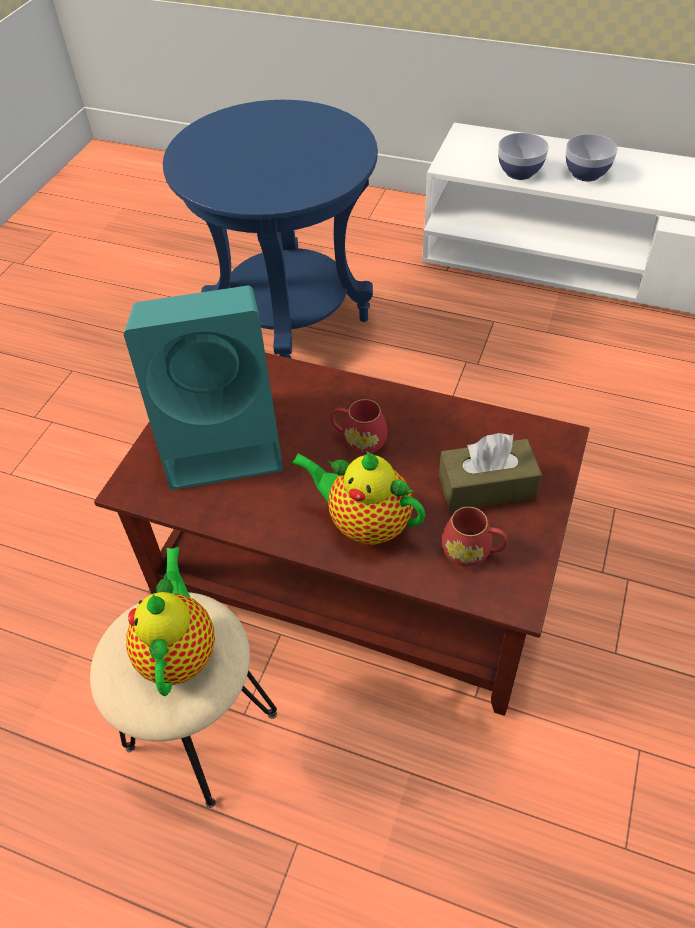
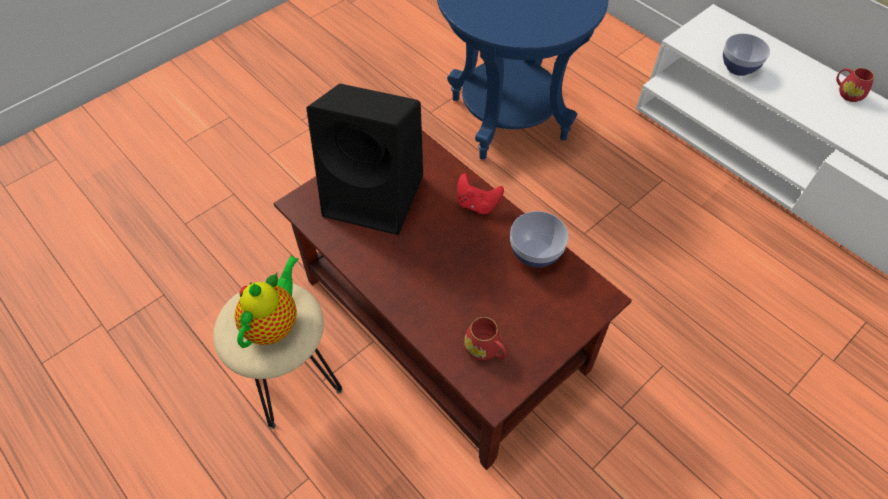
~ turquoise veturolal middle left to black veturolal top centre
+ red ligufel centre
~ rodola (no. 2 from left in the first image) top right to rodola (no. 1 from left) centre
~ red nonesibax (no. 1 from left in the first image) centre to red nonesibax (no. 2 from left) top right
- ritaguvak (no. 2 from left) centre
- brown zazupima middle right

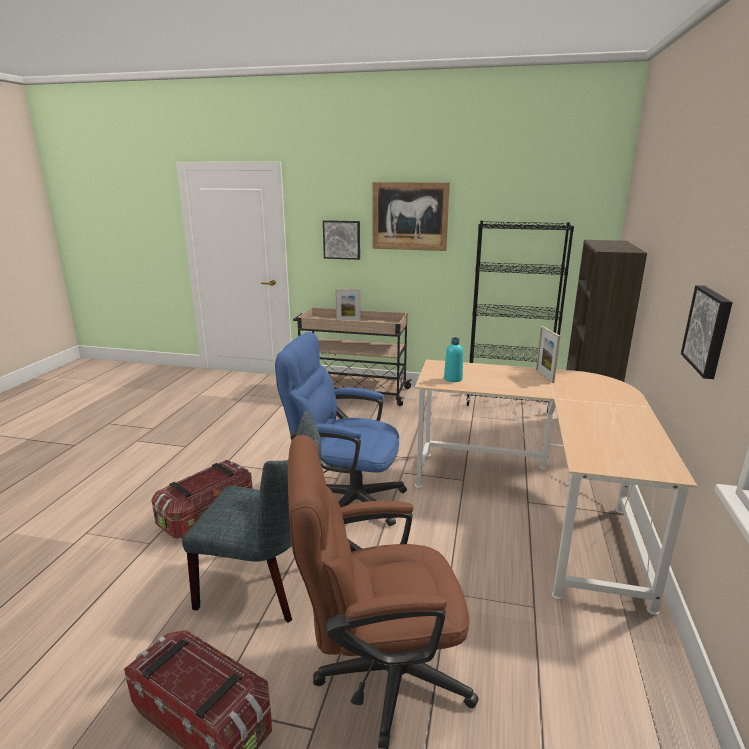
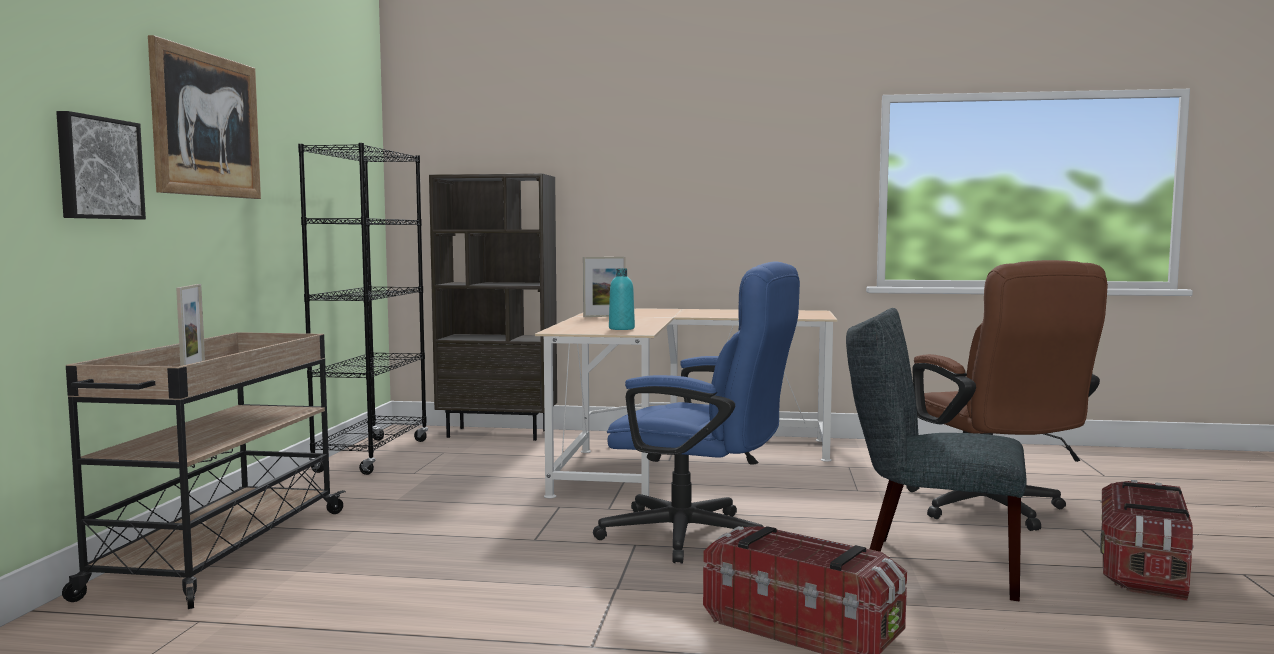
~ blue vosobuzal centre = centre 75 degrees counterclockwise
~ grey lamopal bottom centre = bottom right 75 degrees counterclockwise
- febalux (no. 3 from left) middle right

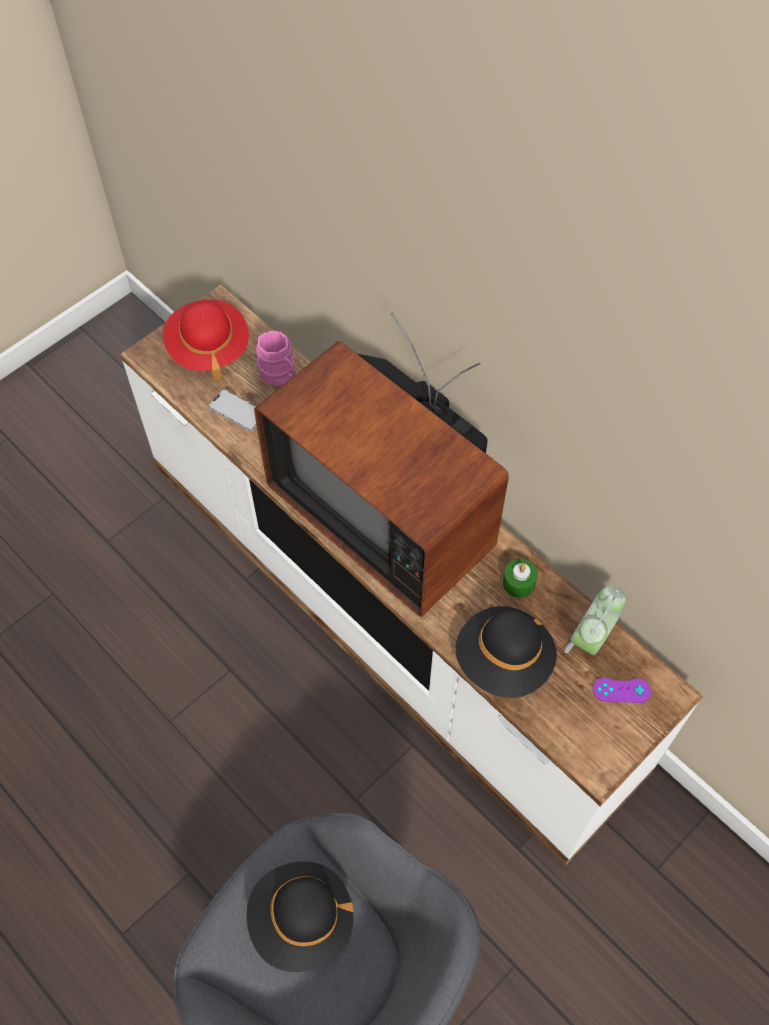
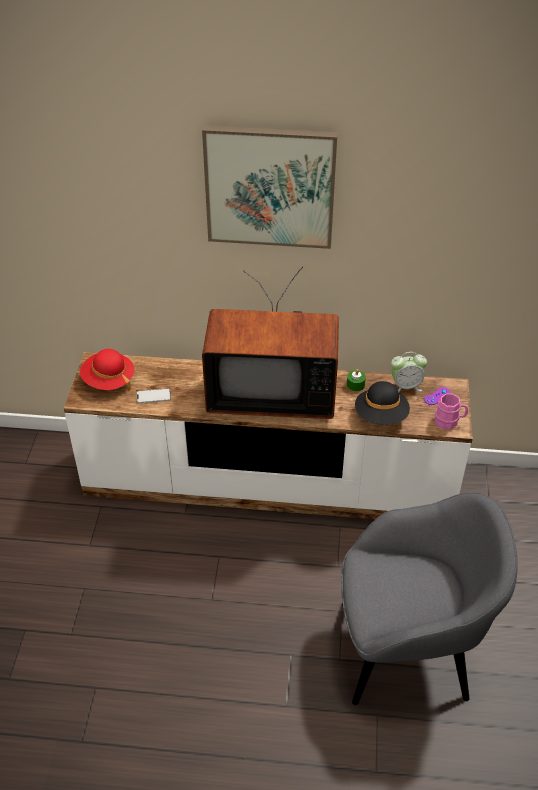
+ febalux top centre
~ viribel middle right = middle right 90 degrees counterclockwise
~ pink nonesibax centre to middle right
- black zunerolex (no. 1 from left) bottom centre

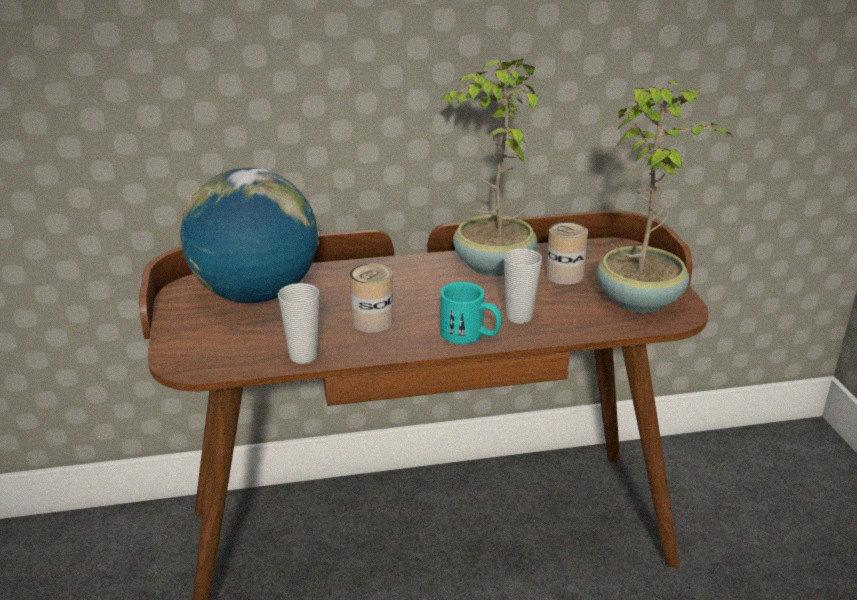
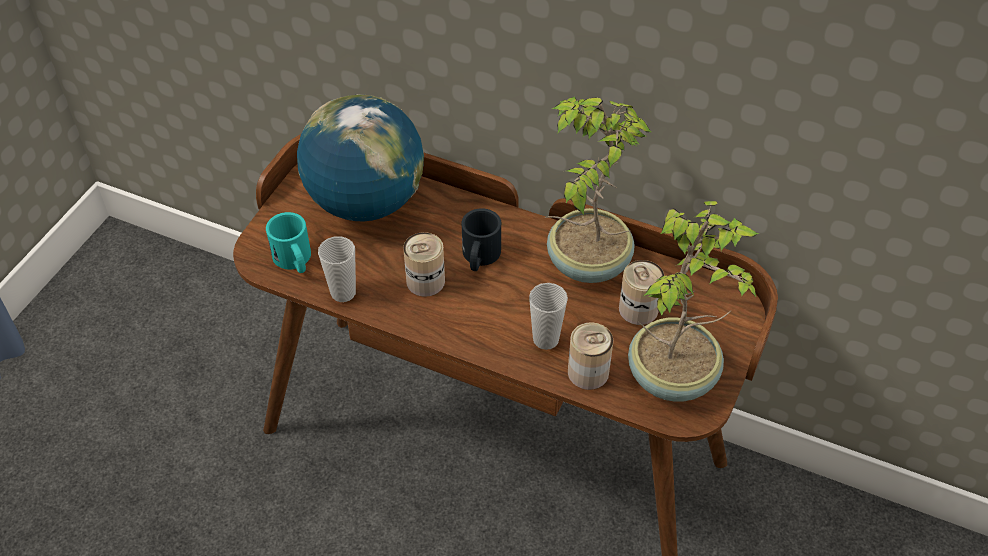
~ turquoise nonesibax centre to middle left
+ black nonesibax centre
+ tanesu (no. 2 from left) centre

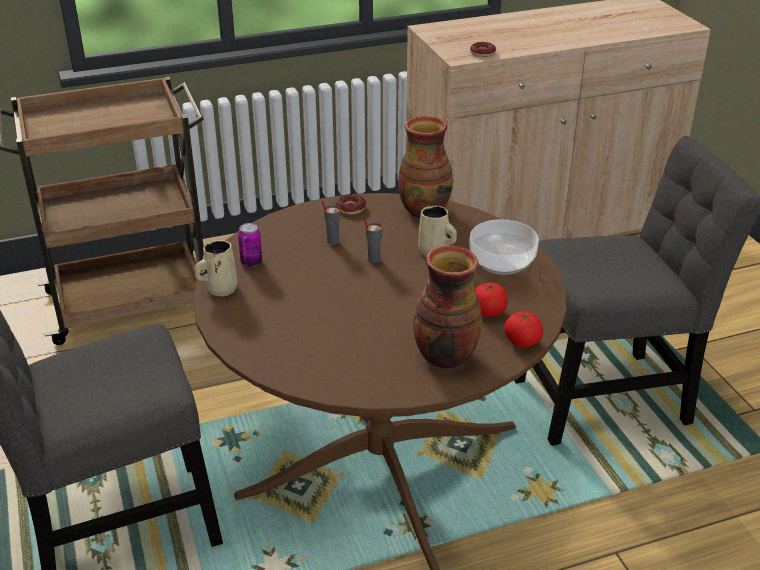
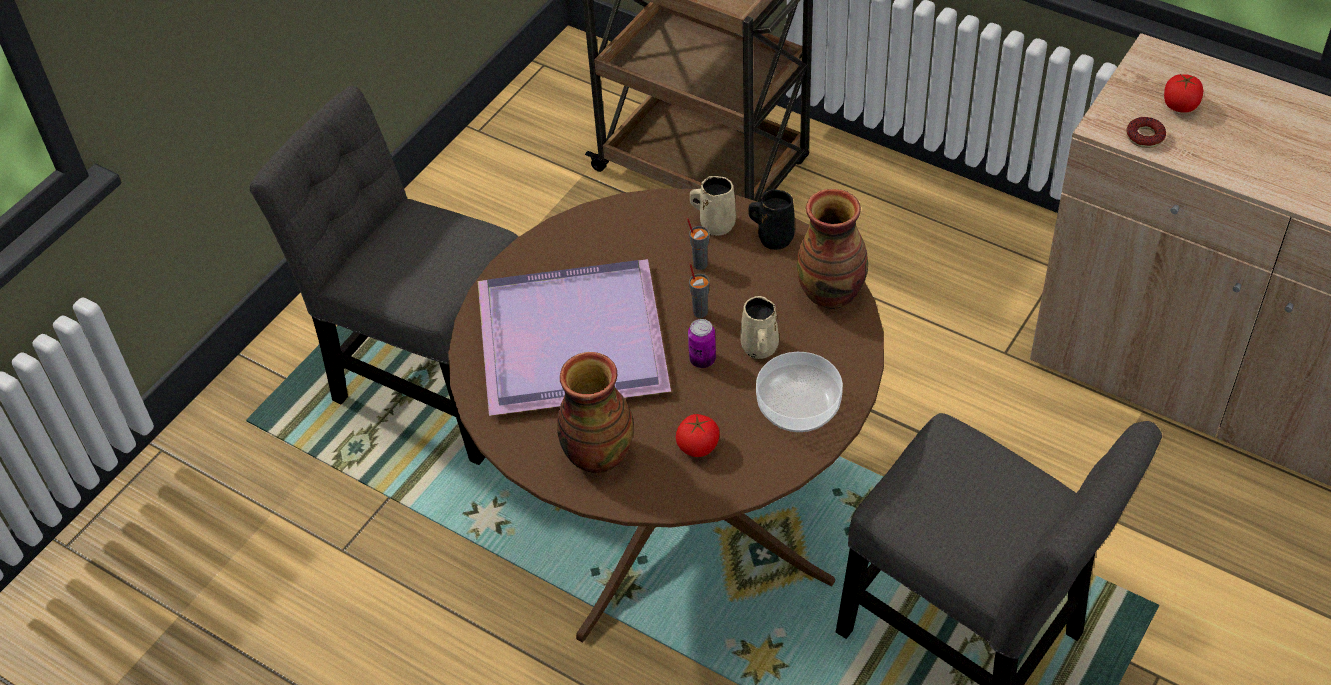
+ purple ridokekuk centre
~ tanesu middle left to centre
~ beige nonesibax (no. 1 from left) middle left to top centre
~ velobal (no. 1 from left) centre to black nonesibax top centre
~ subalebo (no. 2 from left) middle right to top right

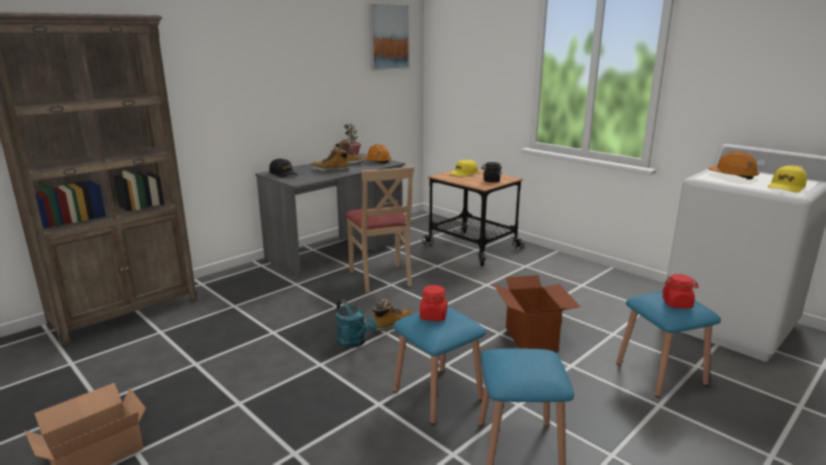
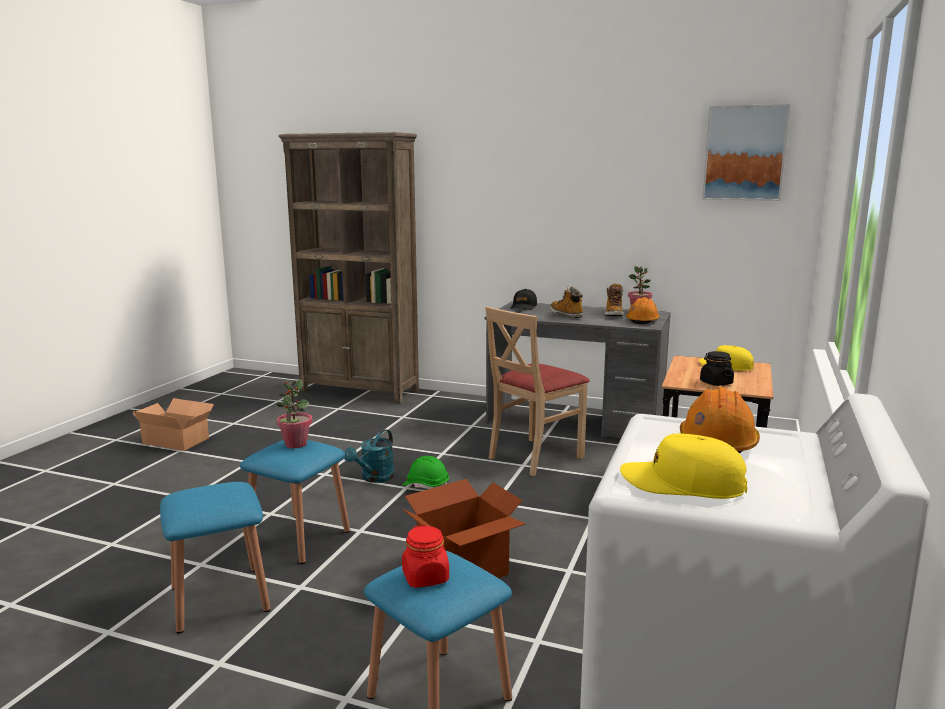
~ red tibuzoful (no. 1 from left) centre to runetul (no. 1 from left) middle left
~ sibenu (no. 3 from left) bottom centre to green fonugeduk centre

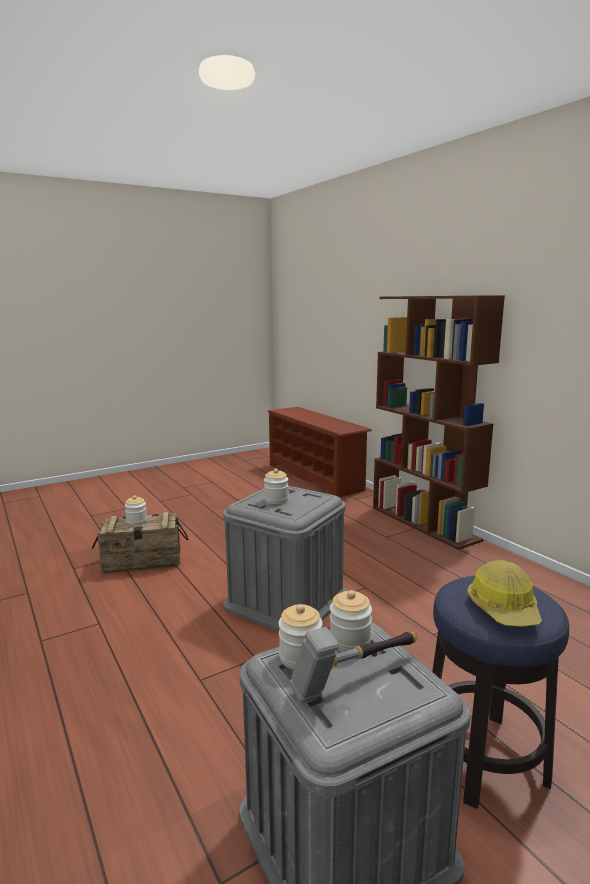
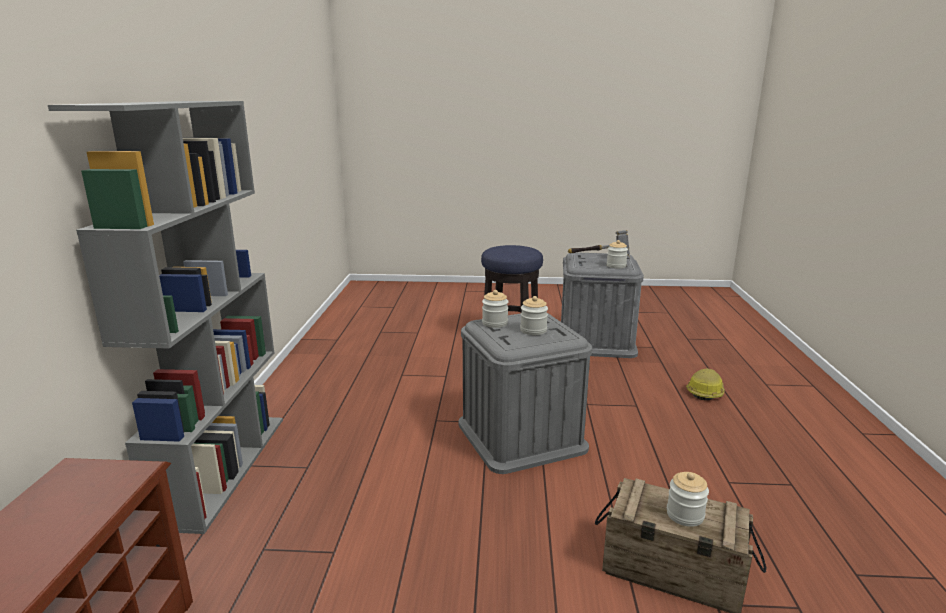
~ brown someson middle right to grey someson middle left
~ tibuzoful (no. 4 from left in the first image) bottom centre to tibuzoful (no. 1 from left) centre
~ fonugeduk bottom right to middle right

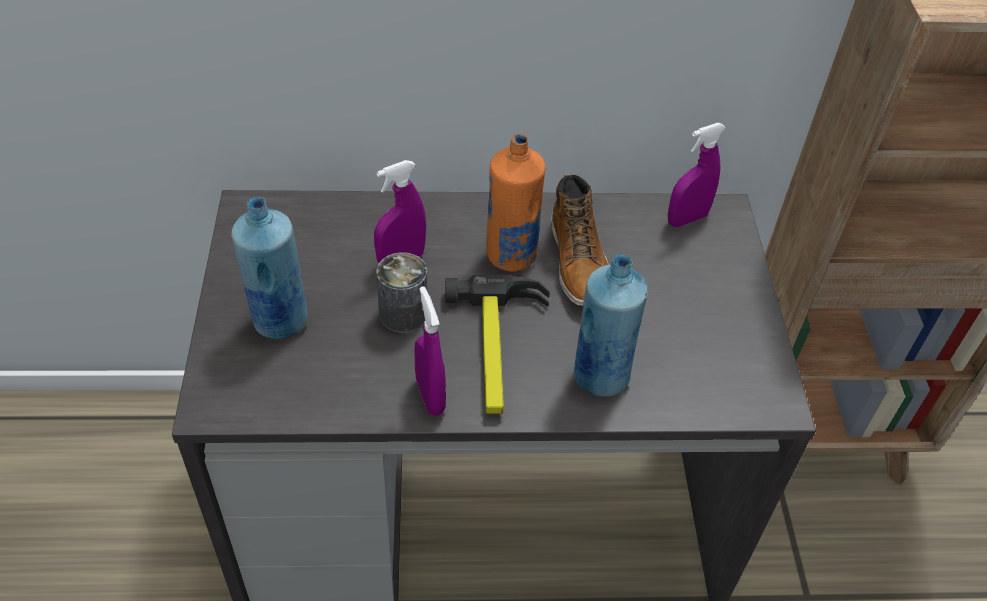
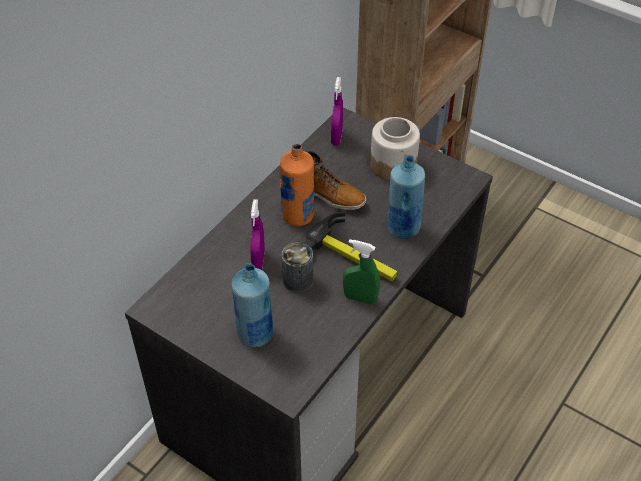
~ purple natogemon (no. 2 from left) centre to green natogemon centre
+ tibuzoful top centre

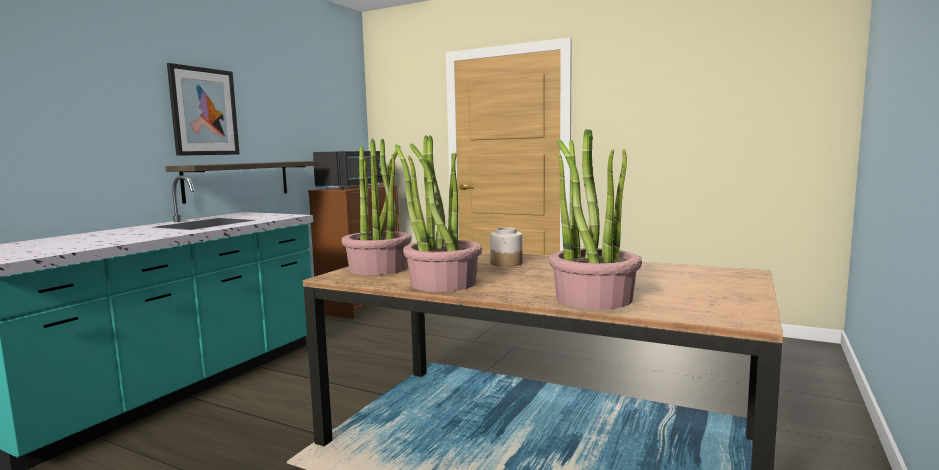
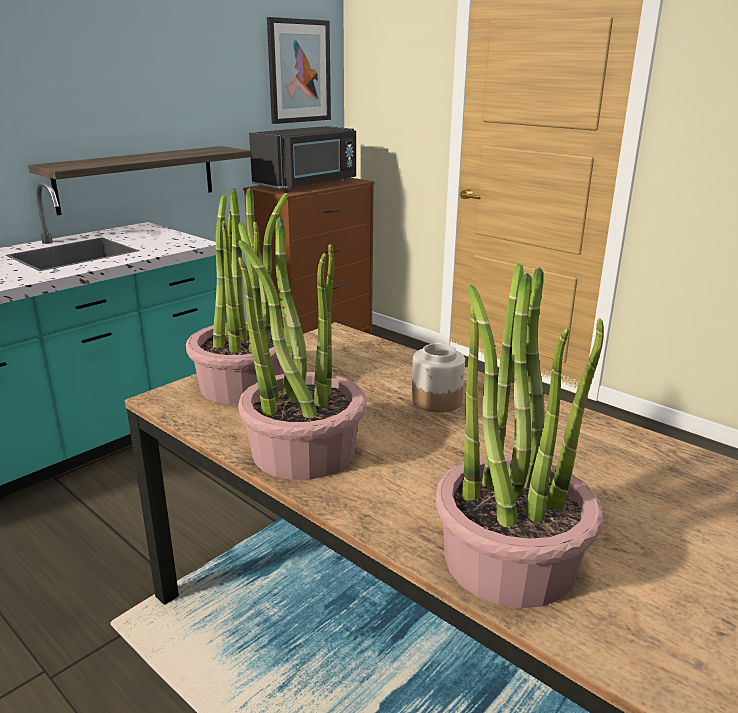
~ febalux top left to top centre

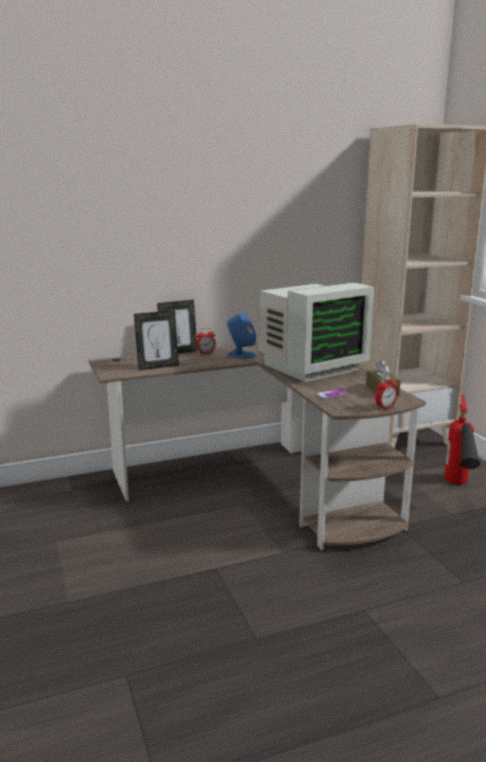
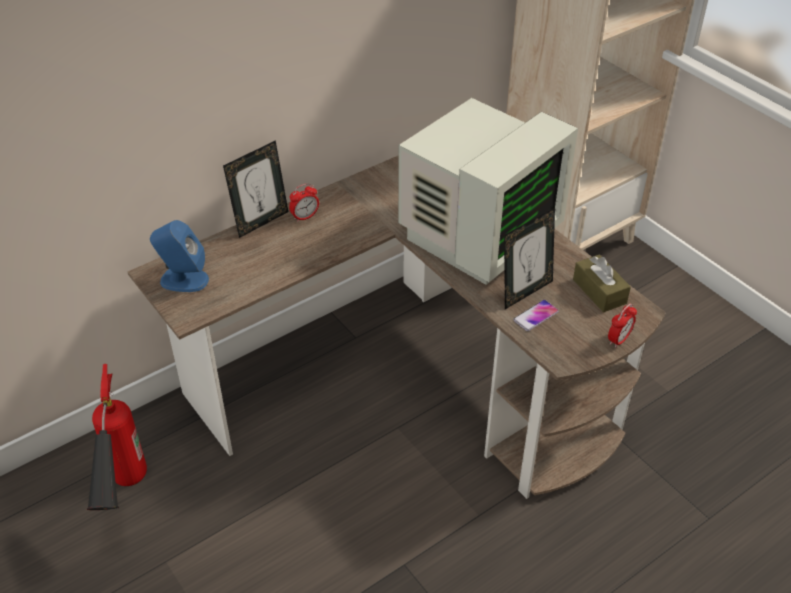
~ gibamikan middle right to bottom left
~ blue veturolal centre to middle left
~ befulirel (no. 1 from left in the first image) middle left to befulirel (no. 2 from left) middle right

